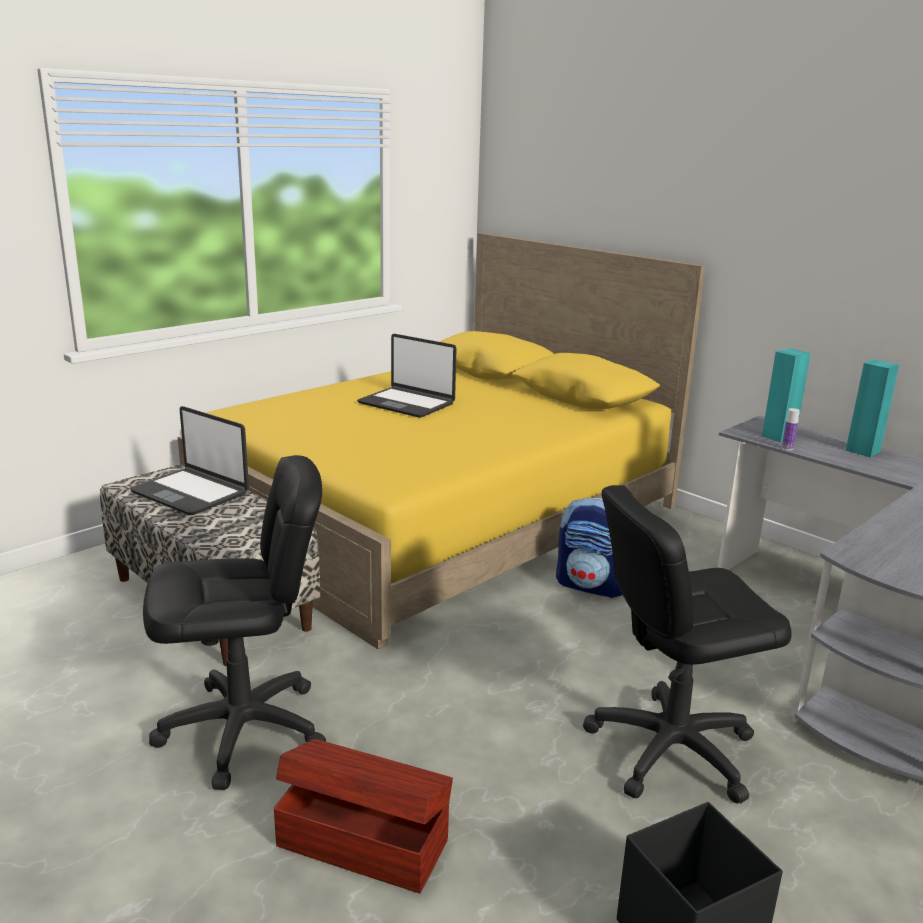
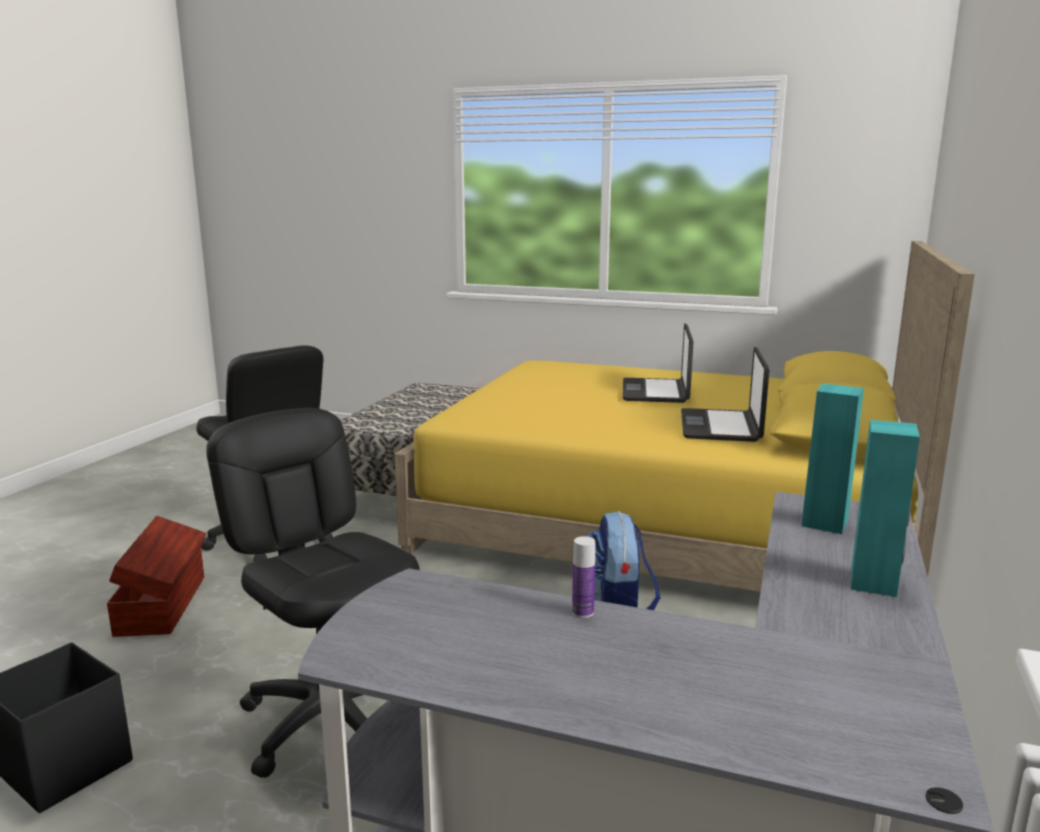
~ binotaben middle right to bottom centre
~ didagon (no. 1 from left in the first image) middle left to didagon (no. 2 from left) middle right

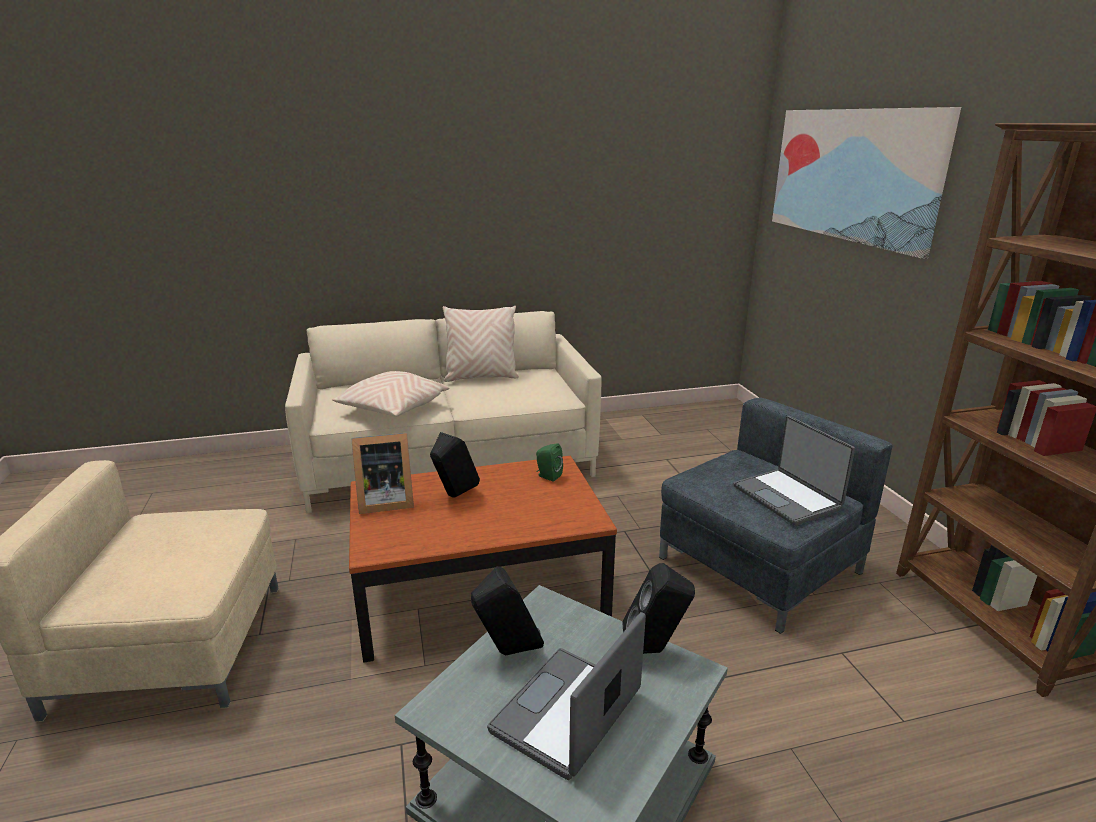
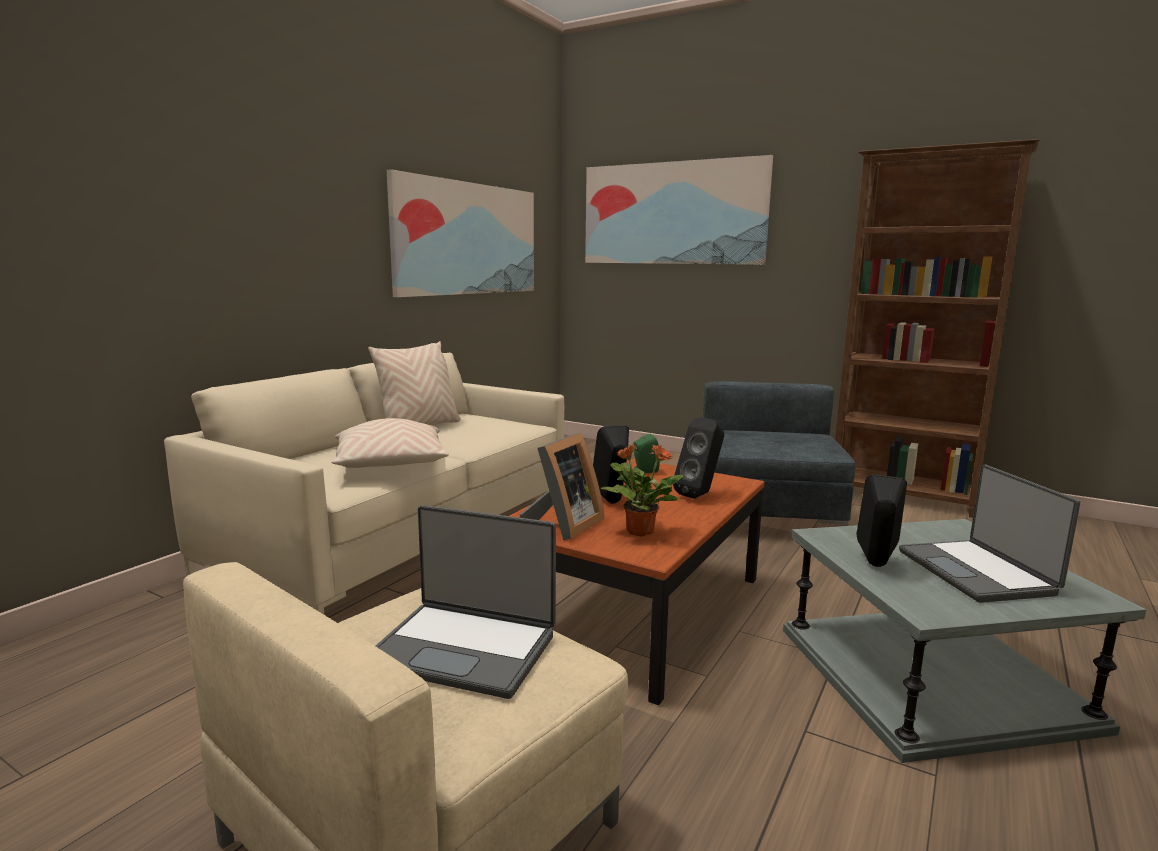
~ didagon (no. 2 from left in the first image) middle right to didagon (no. 1 from left) bottom centre
+ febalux (no. 1 from left) top centre
+ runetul centre
~ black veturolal (no. 3 from left in the first image) bottom centre to black veturolal (no. 2 from left) centre

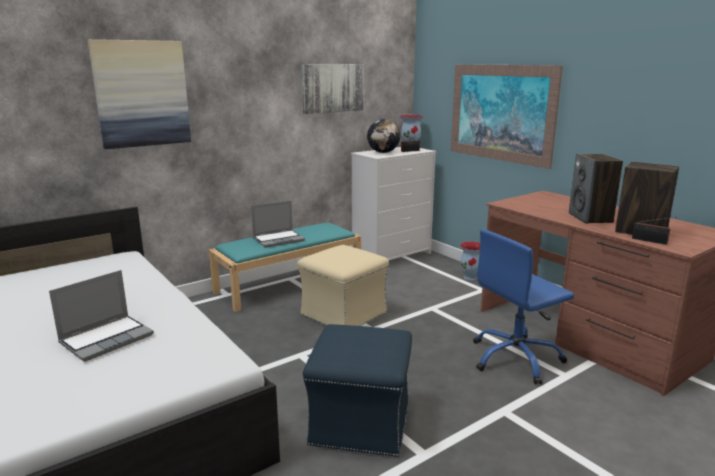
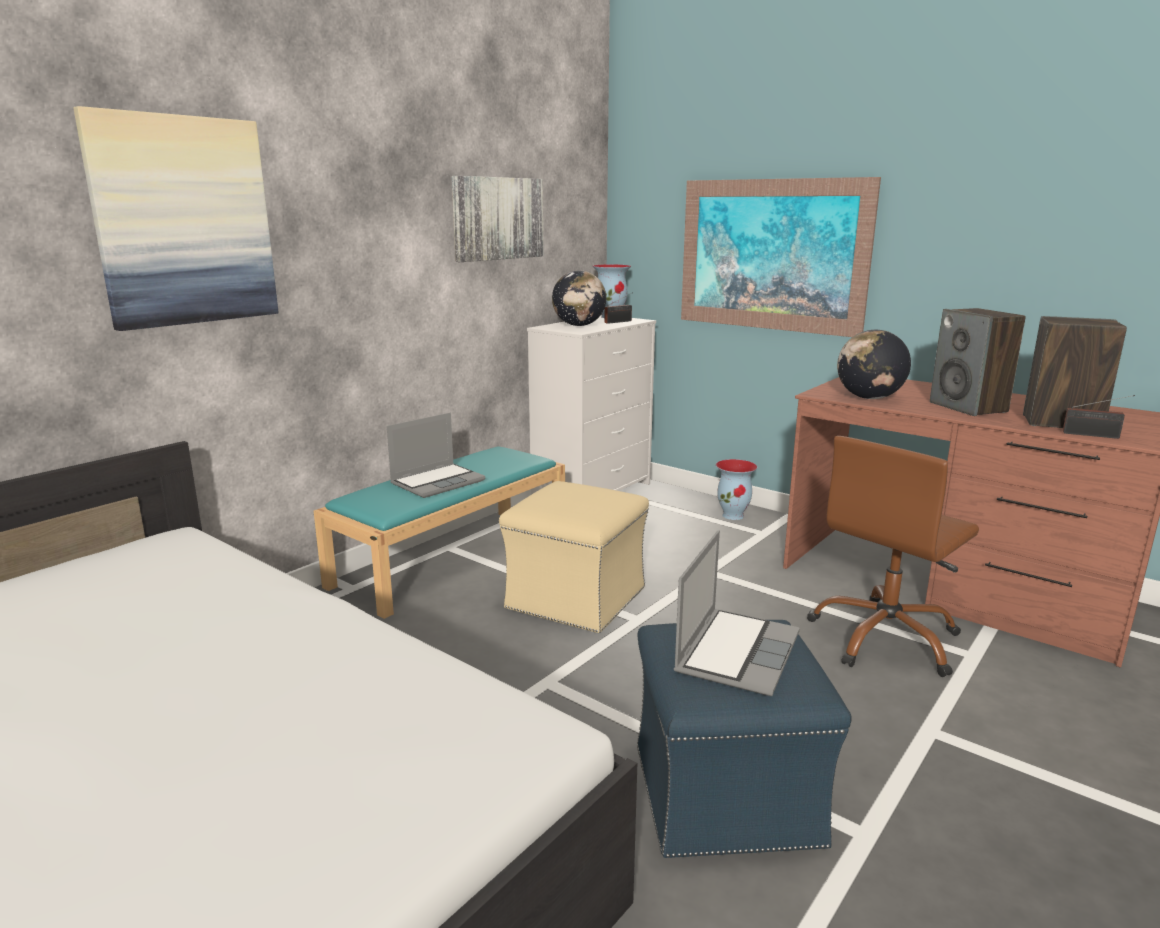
~ didagon (no. 1 from left in the first image) middle left to didagon (no. 2 from left) centre
~ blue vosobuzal middle right to brown vosobuzal middle right
+ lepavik (no. 2 from left) middle right

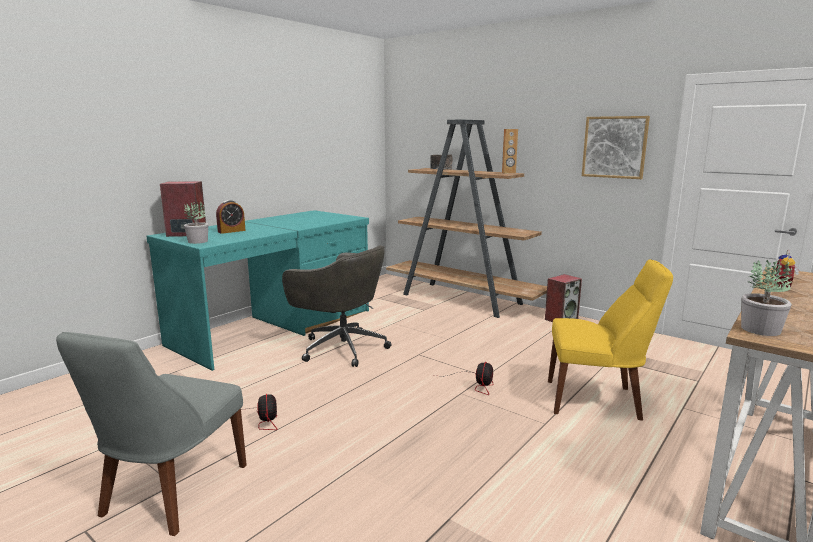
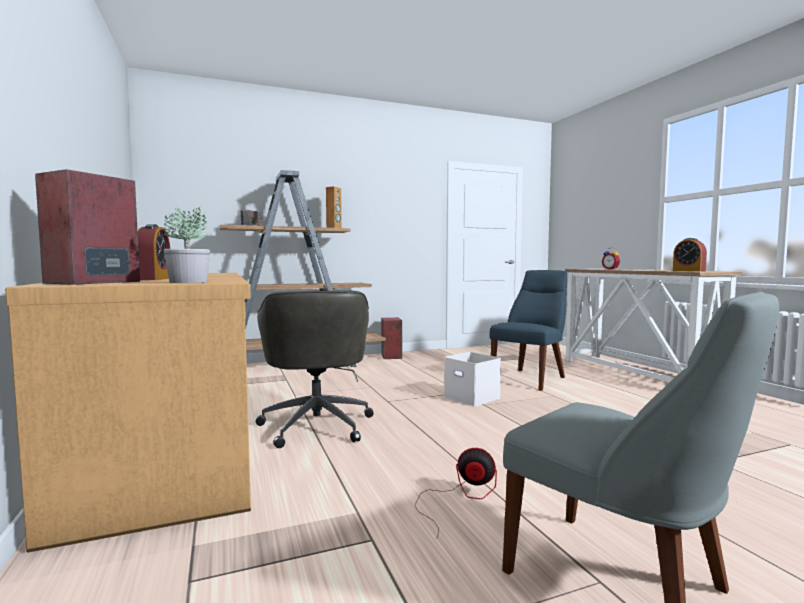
~ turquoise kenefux middle left to brown kenefux bottom left
~ grey vosobuzal centre = centre 105 degrees clockwise
~ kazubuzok (no. 2 from left) bottom centre to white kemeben centre
~ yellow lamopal middle right to blue lamopal centre
~ runetul (no. 2 from left) middle right to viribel (no. 3 from left) middle right
- febalux top right

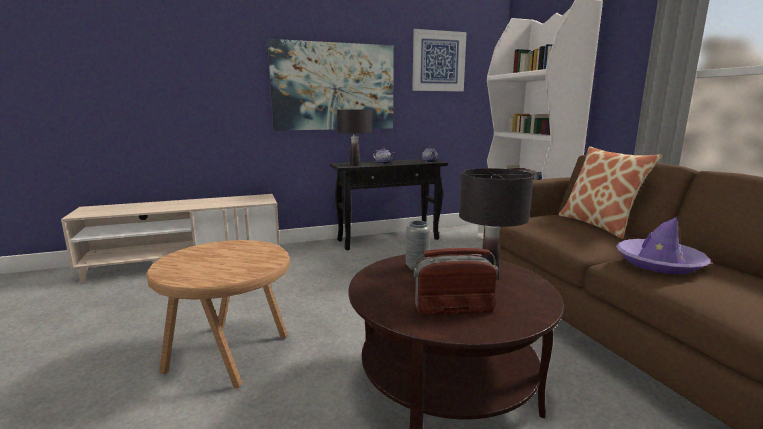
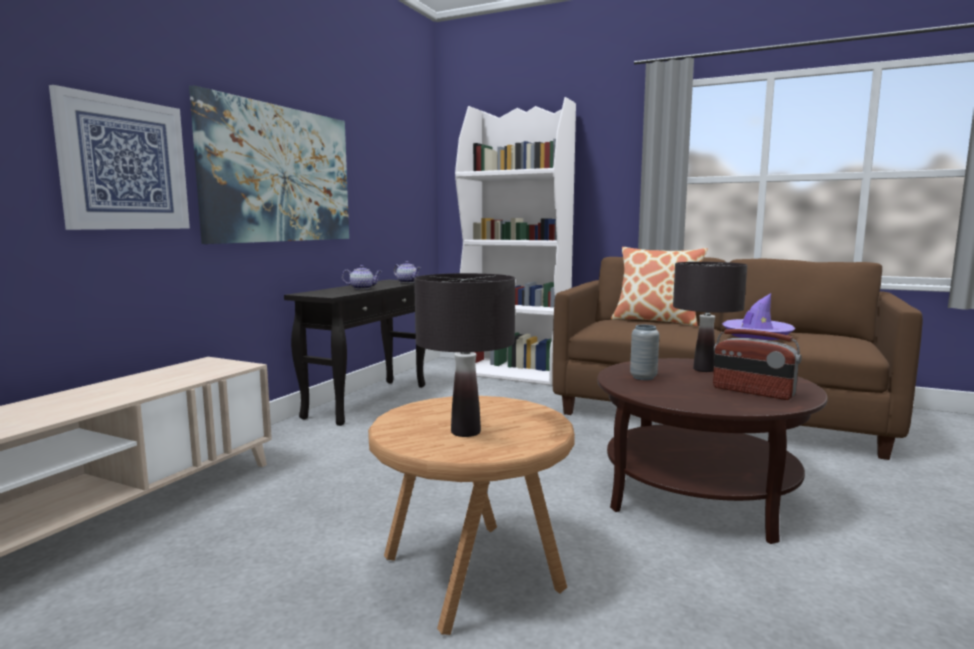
~ febalux (no. 2 from left in the first image) top centre to febalux (no. 1 from left) top left
~ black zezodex (no. 1 from left) top centre to centre
~ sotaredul centre = middle right 90 degrees counterclockwise

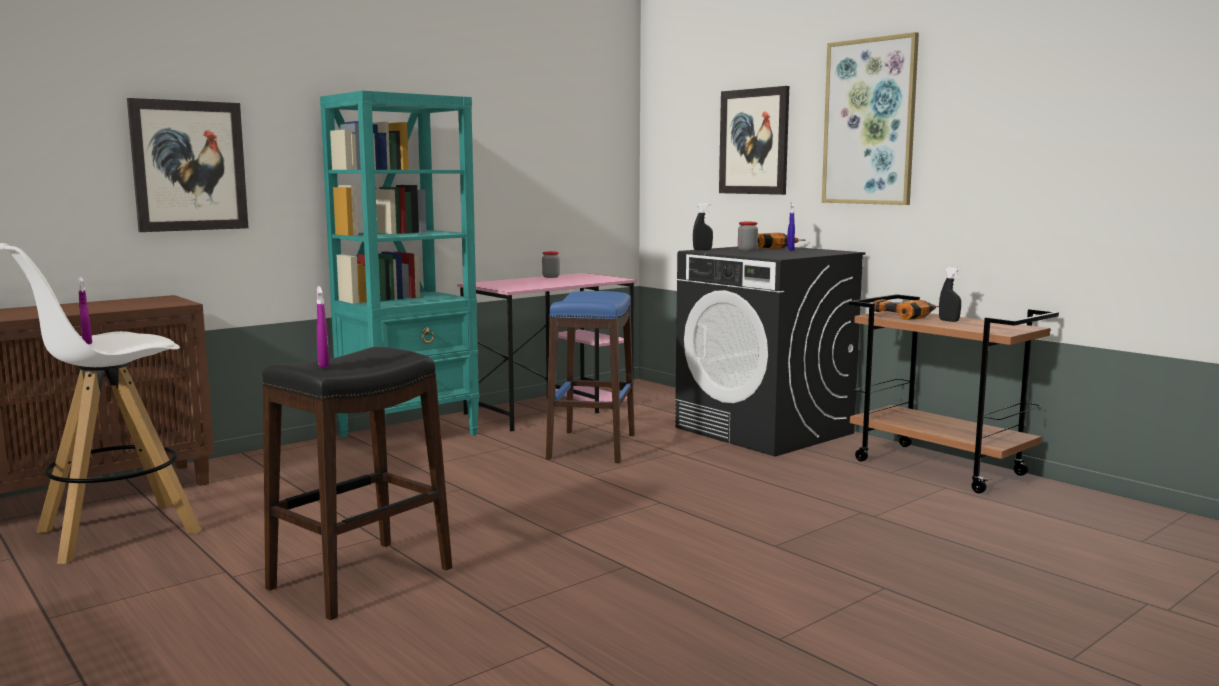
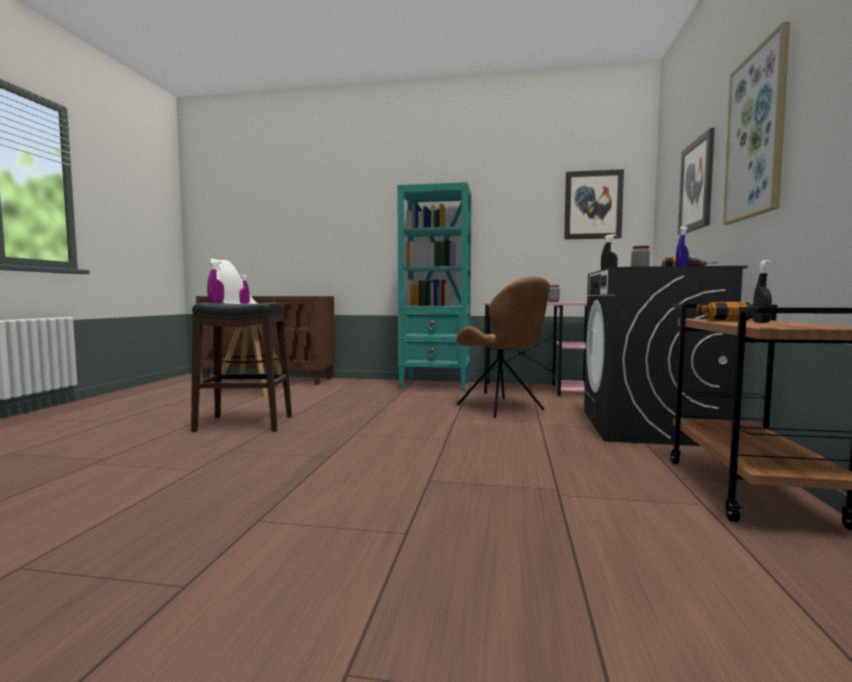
~ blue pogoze centre to brown lamopal centre
~ febalux (no. 1 from left) top left to top right

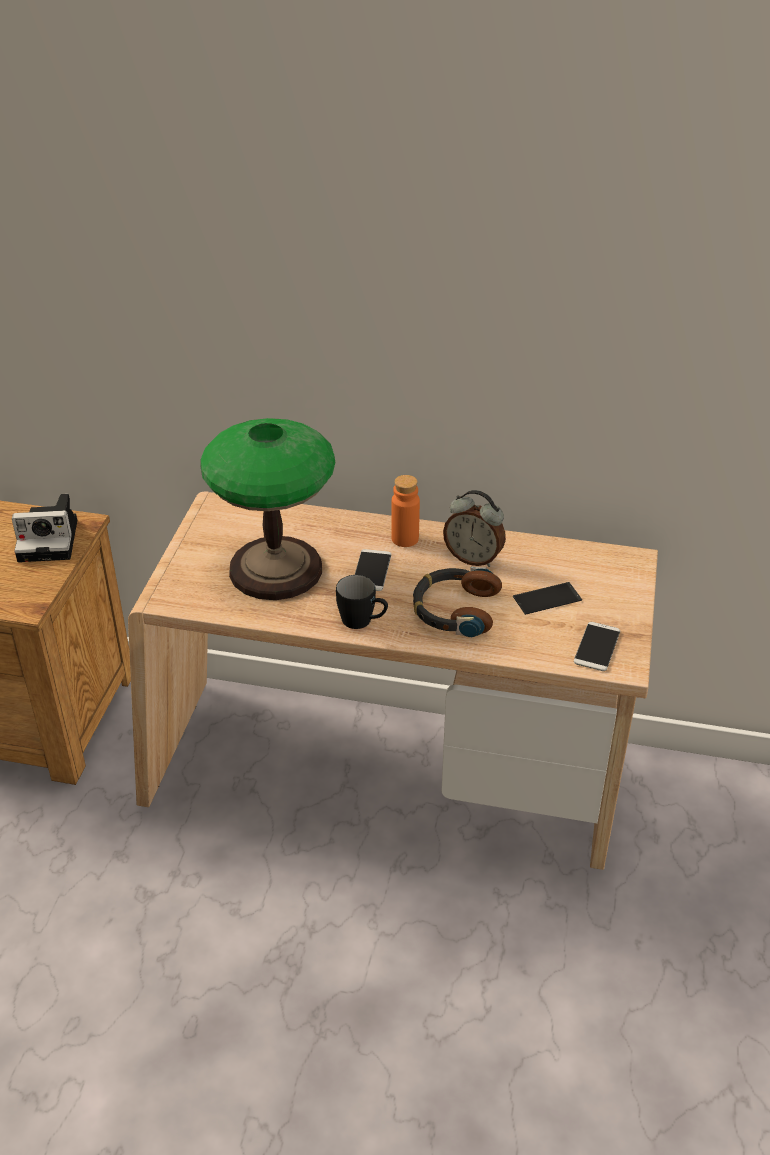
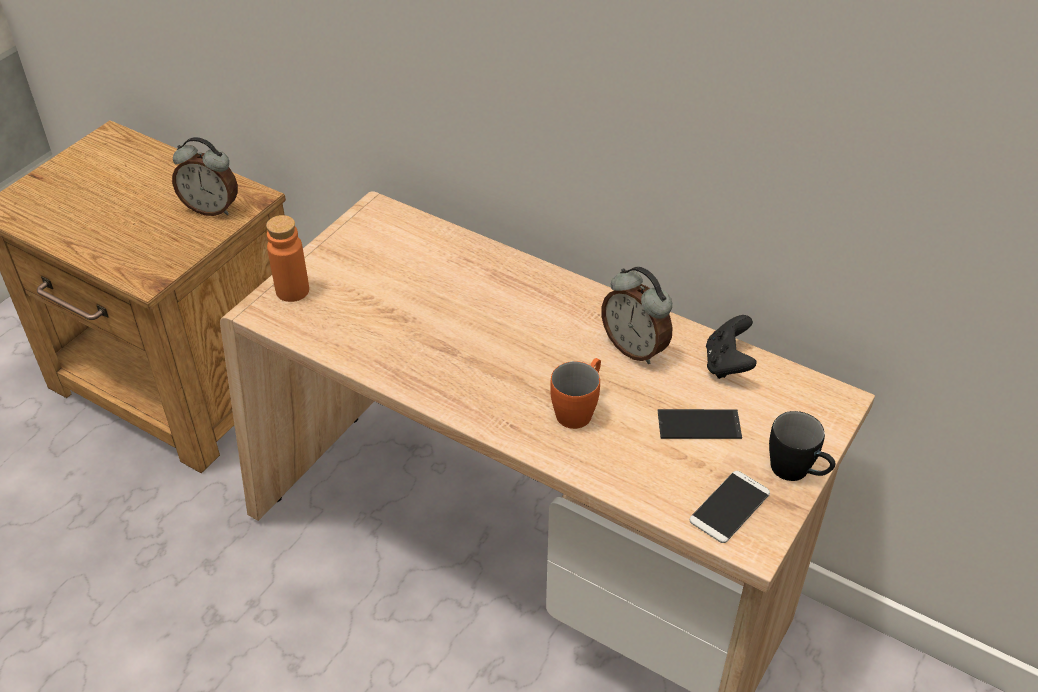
~ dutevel middle left to viribel (no. 1 from left) top left
~ orange binotaben centre to middle left
~ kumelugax centre to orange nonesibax centre
+ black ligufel middle right
~ black nonesibax centre to middle right
- zezodex centre
- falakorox (no. 1 from left) centre

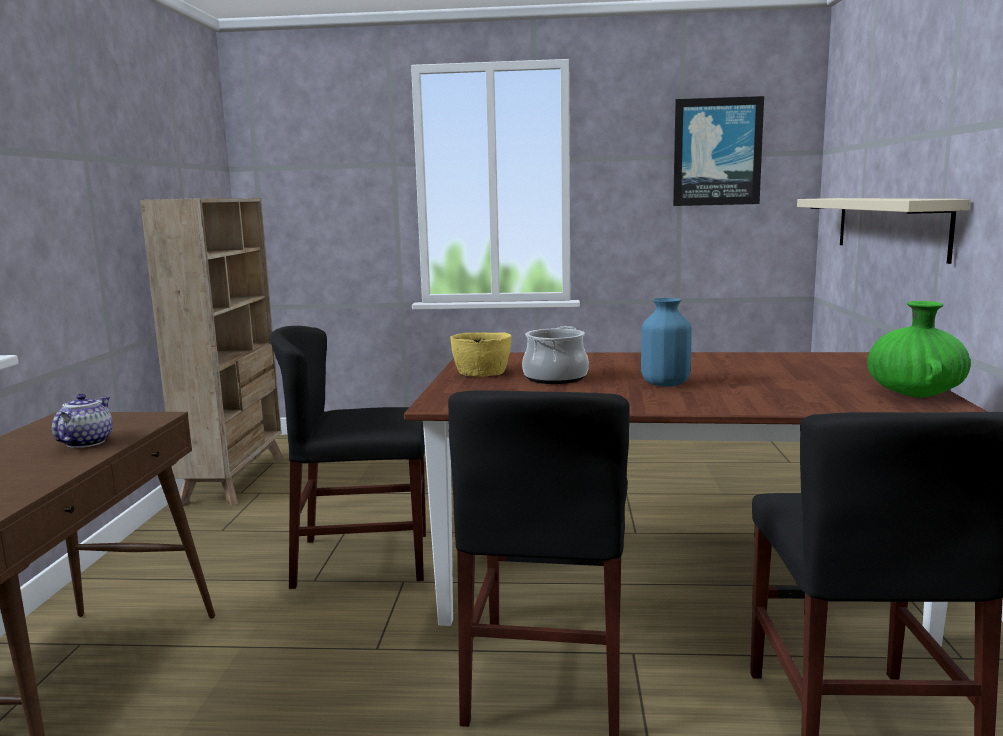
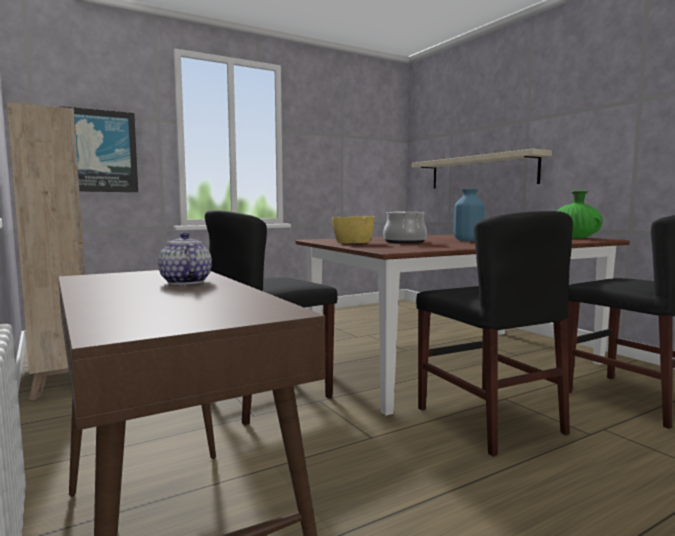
~ febalux top right to top left

